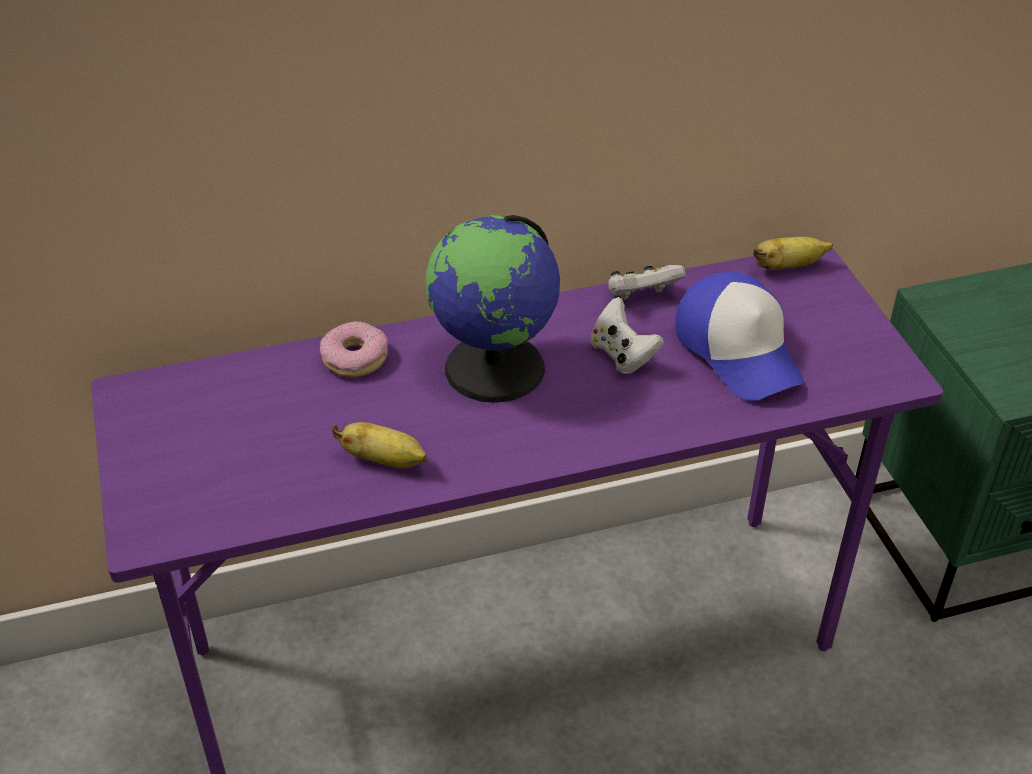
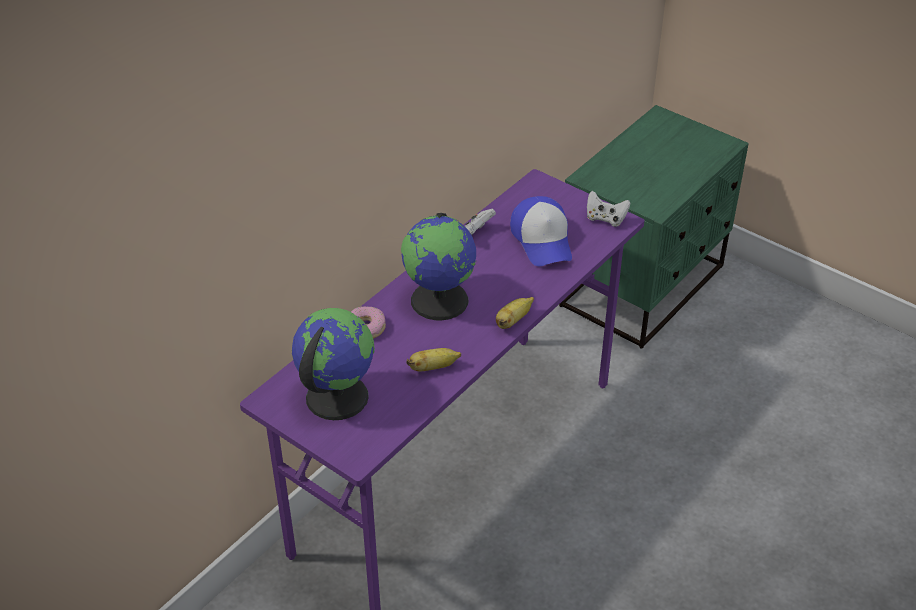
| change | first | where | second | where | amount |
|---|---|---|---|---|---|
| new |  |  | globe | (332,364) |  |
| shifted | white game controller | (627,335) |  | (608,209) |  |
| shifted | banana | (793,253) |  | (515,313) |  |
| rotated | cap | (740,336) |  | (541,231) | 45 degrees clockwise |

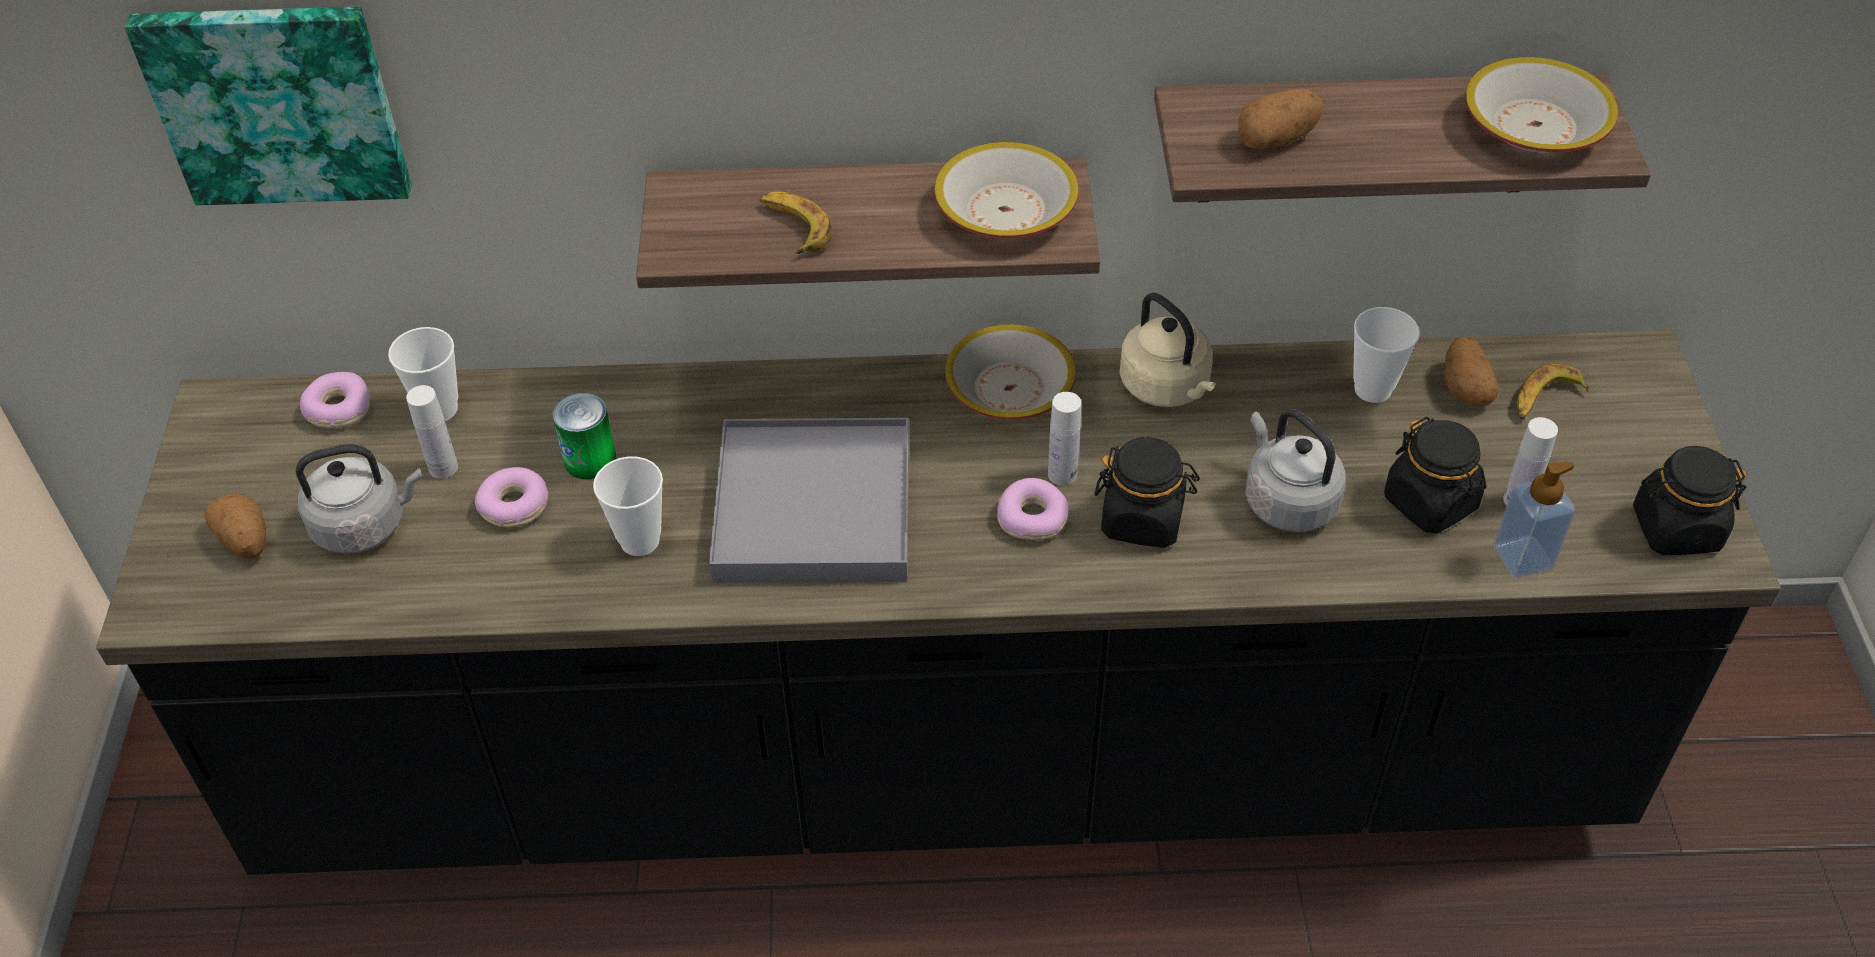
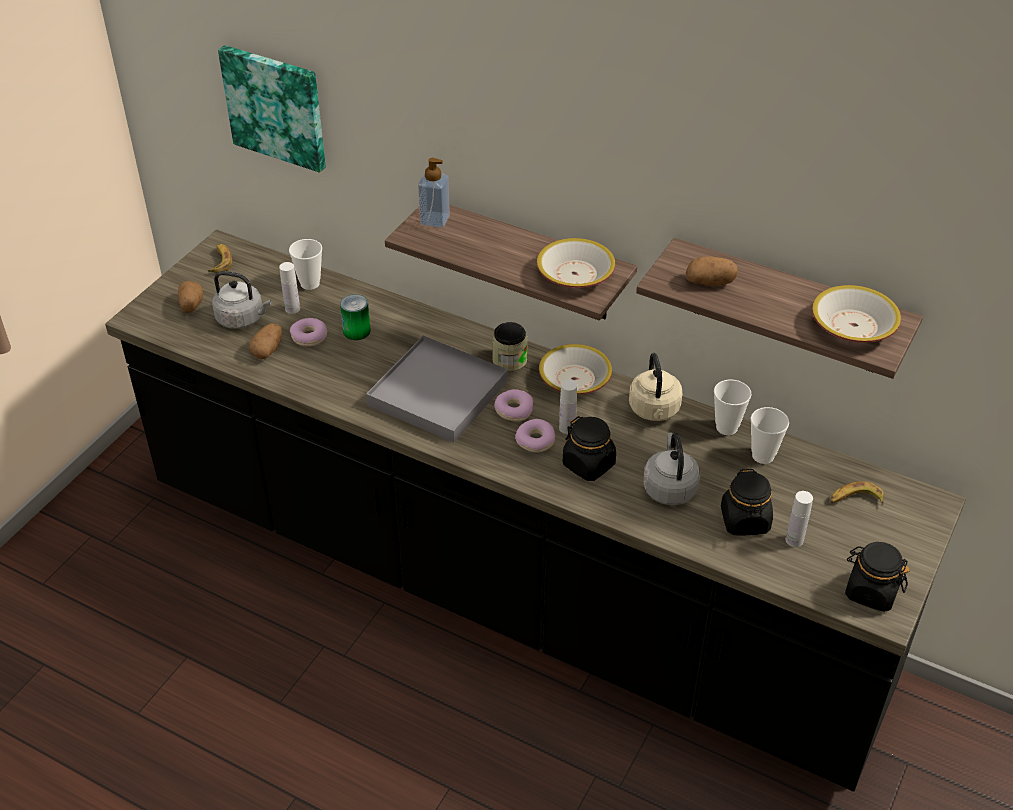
| change | first | where | second | where | amount |
|---|---|---|---|---|---|
| new |  |  | jar | (510,346) |  |
| shifted | donut | (335,400) |  | (513,405) |  |
| shifted | cup | (628,506) |  | (732,407) |  |
| shifted | banana | (796,223) |  | (219,258) |  |
| shifted | potato | (1471,371) |  | (265,341) |  |
| shifted | soap dispenser | (1534,519) |  | (434,193) |  |

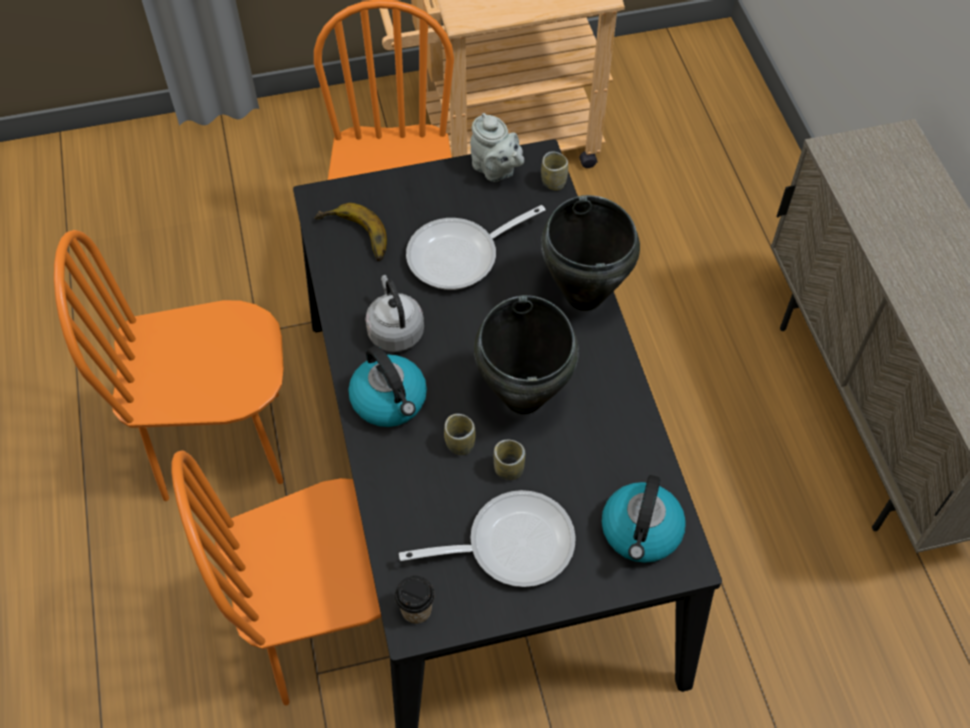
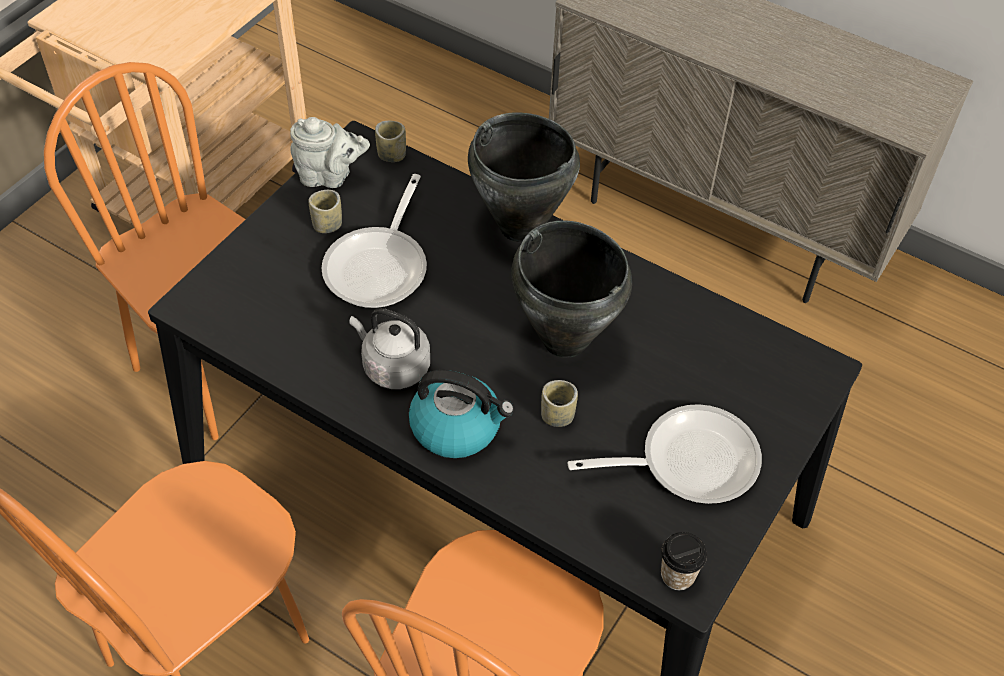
| change | first | where | second | where | amount |
|---|---|---|---|---|---|
| gone | banana | (351,232) |  |  |  |
| gone | kettle | (644,519) |  |  |  |
| shifted | cup | (509,460) |  | (325,211) |  |
| rotated | frying pan | (487,538) |  | (664,454) | 45 degrees clockwise |

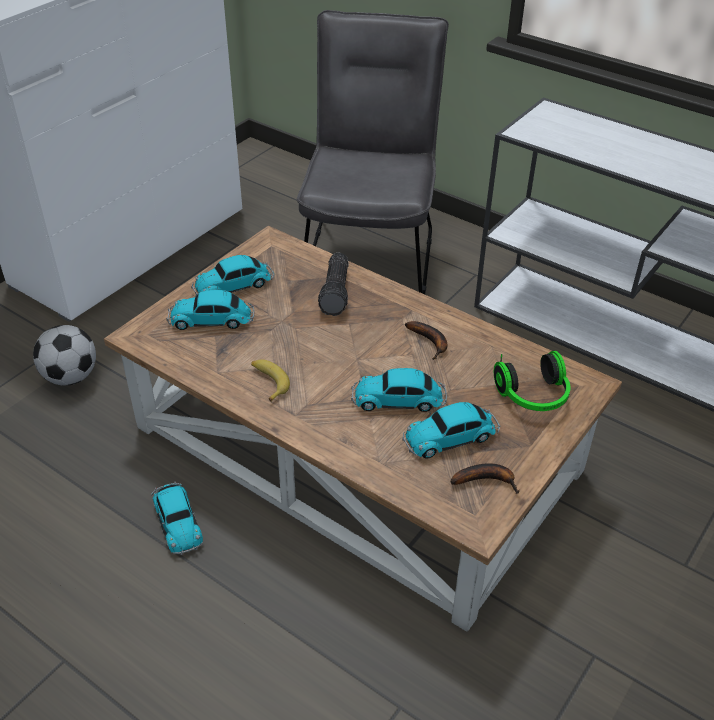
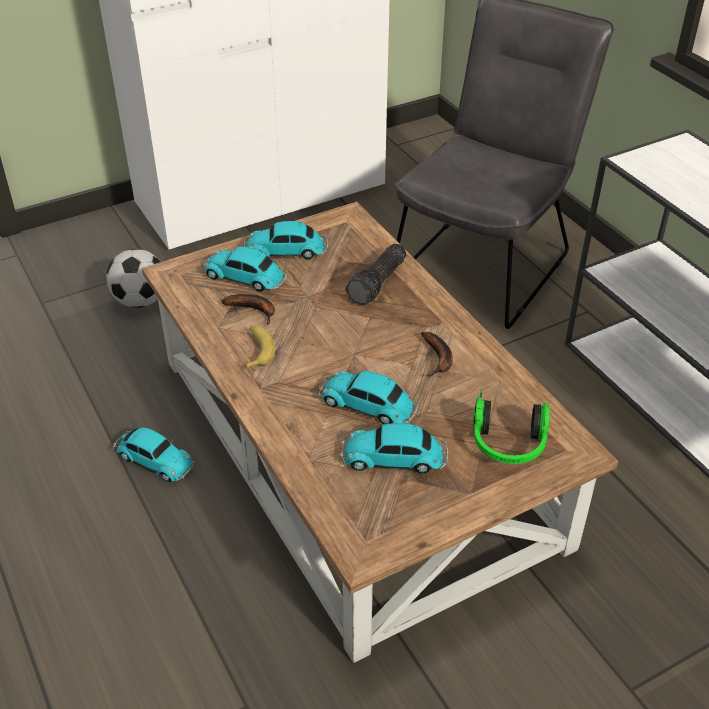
| change | first | where | second | where | amount |
|---|---|---|---|---|---|
| shifted | banana | (485,478) |  | (248,309) |  |
| rotated | toy car | (177,518) |  | (153,454) | 60 degrees counterclockwise |

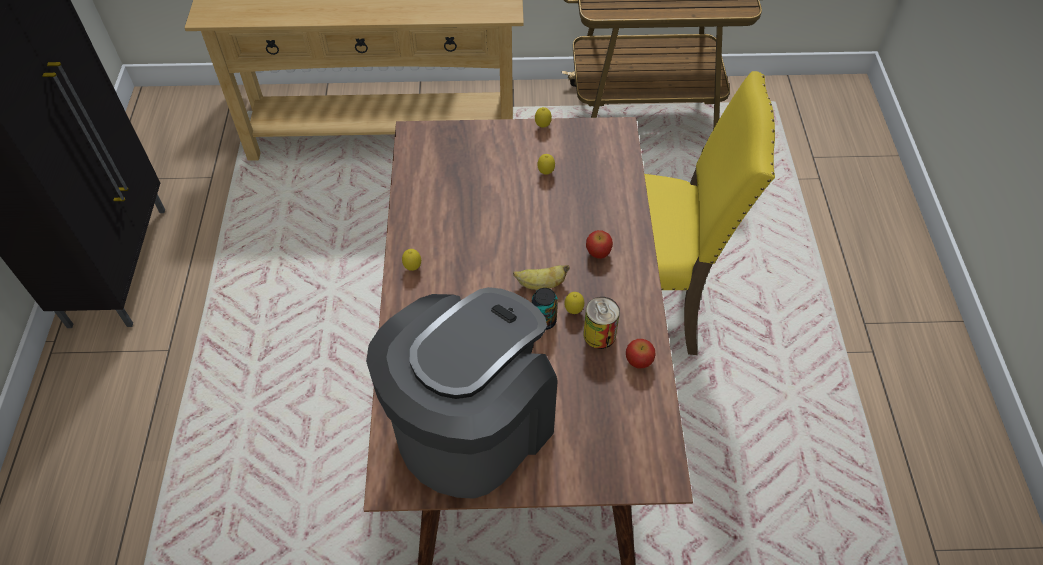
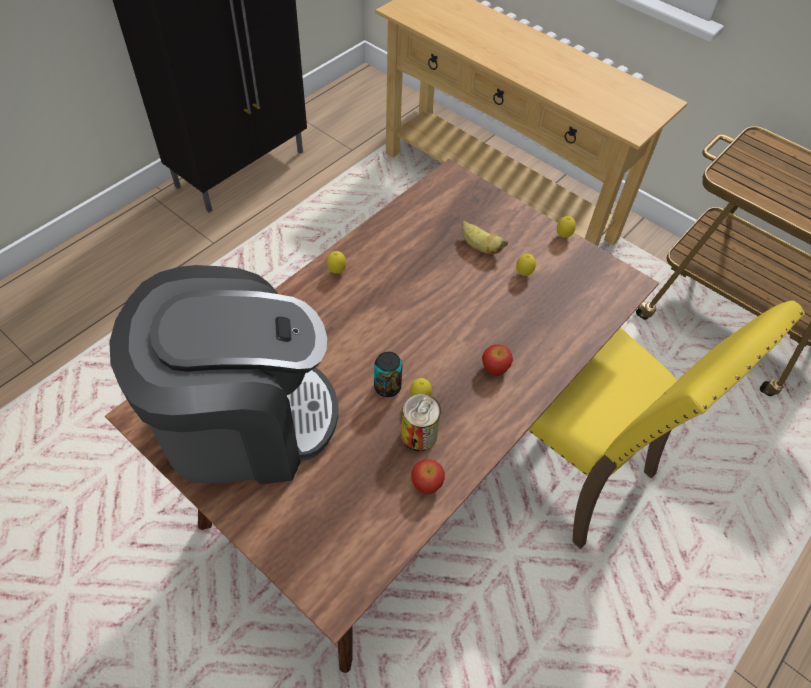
| change | first | where | second | where | amount |
|---|---|---|---|---|---|
| shifted | banana | (541,277) |  | (485,237) |  |

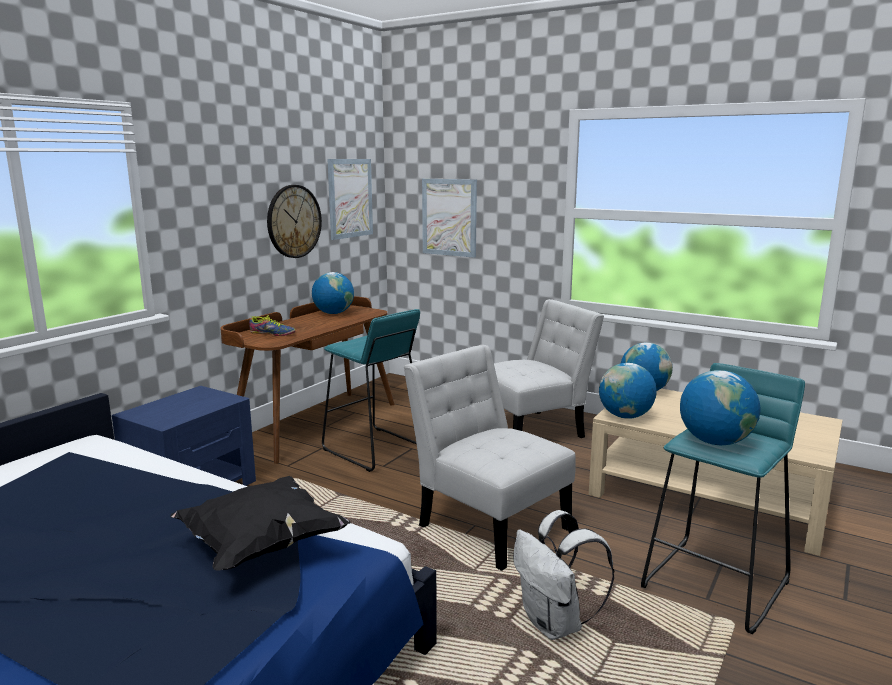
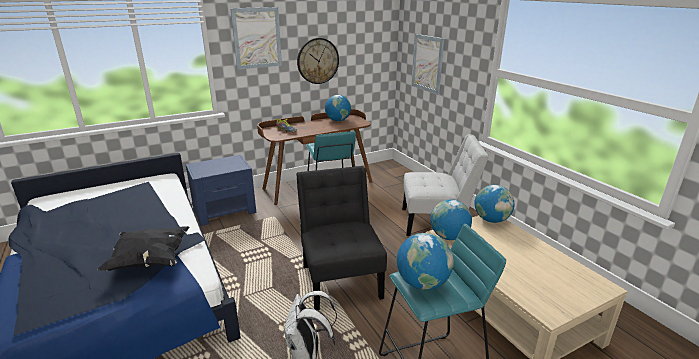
| change | first | where | second | where | amount |
|---|---|---|---|---|---|
| shifted | picture | (350,199) |  | (256,38) |  |
| repainted | white chair | (490,458) | black chair | (341,238) |  |

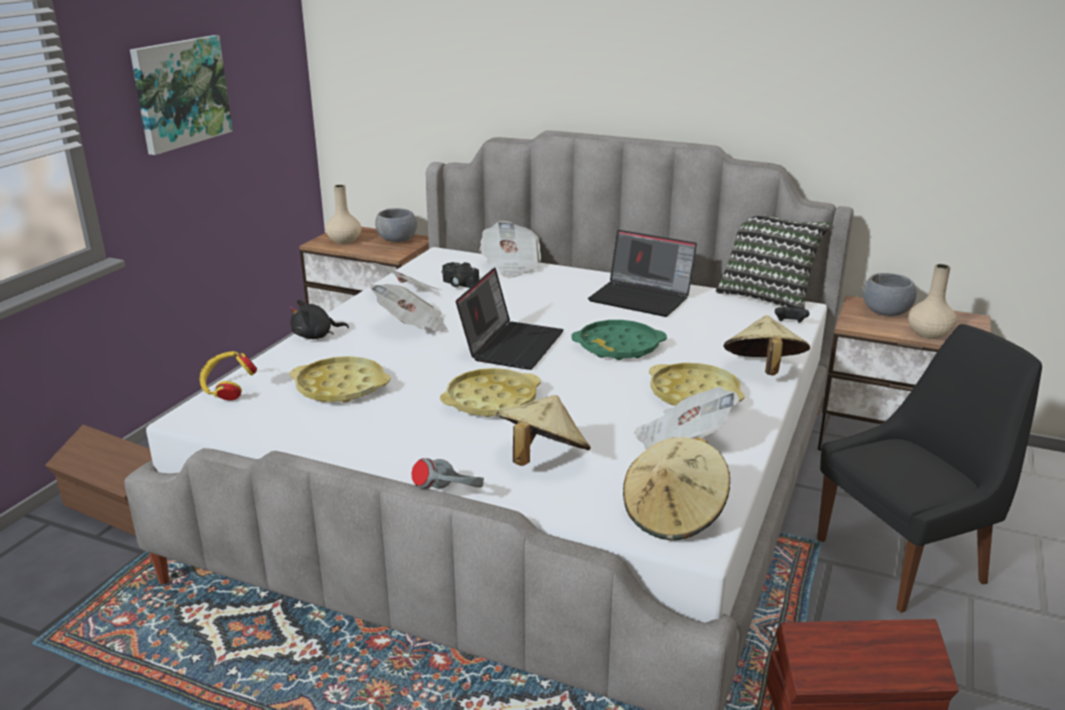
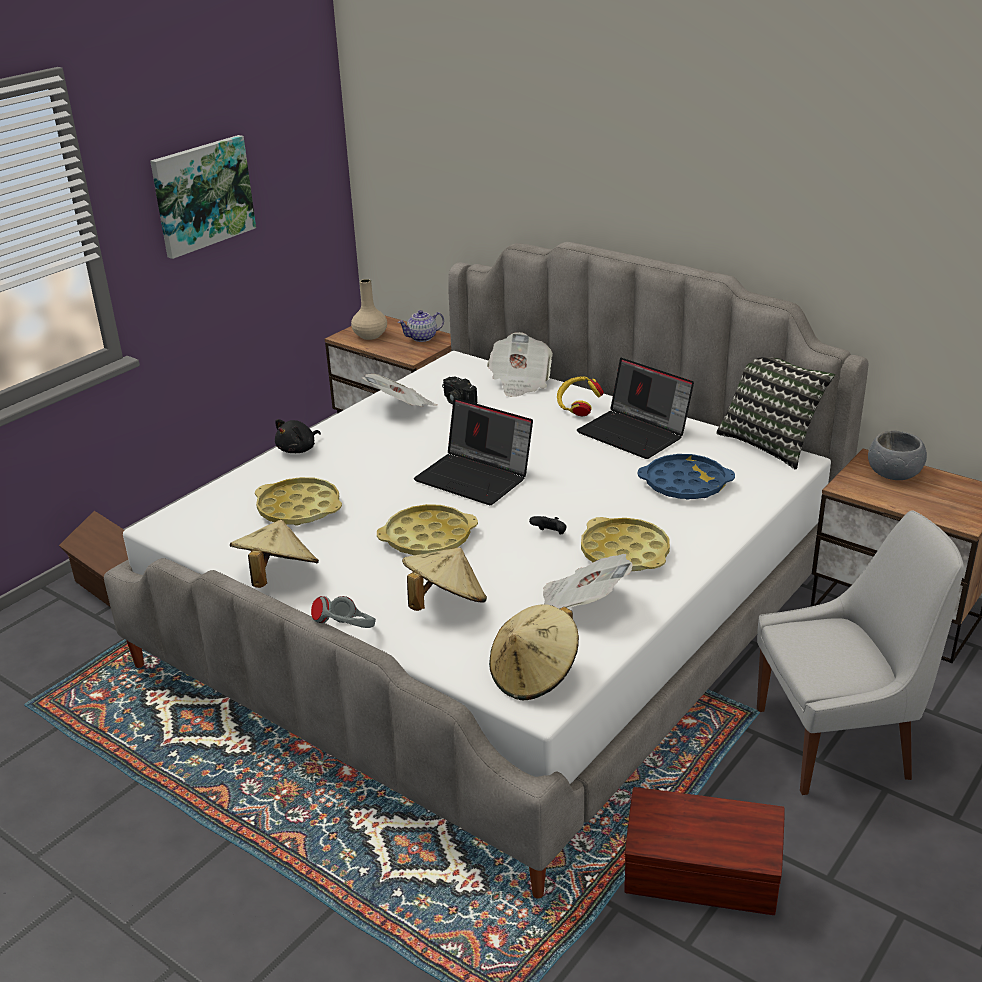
| change | first | where | second | where | amount |
|---|---|---|---|---|---|
| gone | newspaper | (409,308) |  |  |  |
| gone | green tray | (619,340) |  |  |  |
| gone | beige vase | (932,301) |  |  |  |
| new |  |  | blue tray | (686,477) |  |
| shifted | yellow headphones | (228,376) |  | (580,396) |  |
| shifted | beige hat | (767,345) |  | (274,554) |  |
| shifted | black game controller | (792,315) |  | (548,525) |  |
| swapped | grey bowl | (396,225) | teapot | (421,326) |  |
| repainted | black chair | (929,468) | white chair | (860,652) |  |
| rotated | black plush toy | (319,319) |  | (298,436) | 45 degrees counterclockwise |
| rotated | laptop | (510,319) |  | (473,451) | 90 degrees clockwise |

